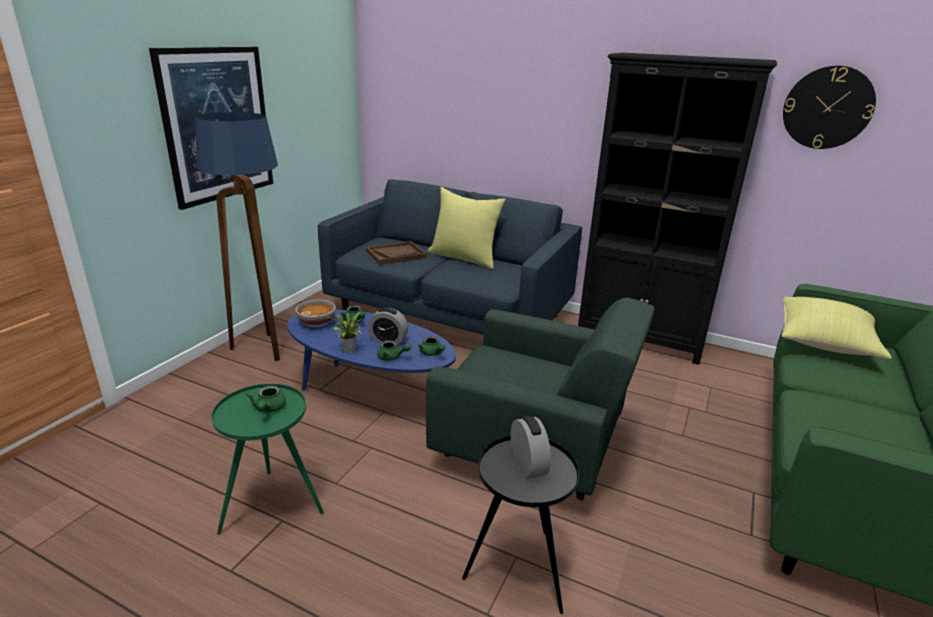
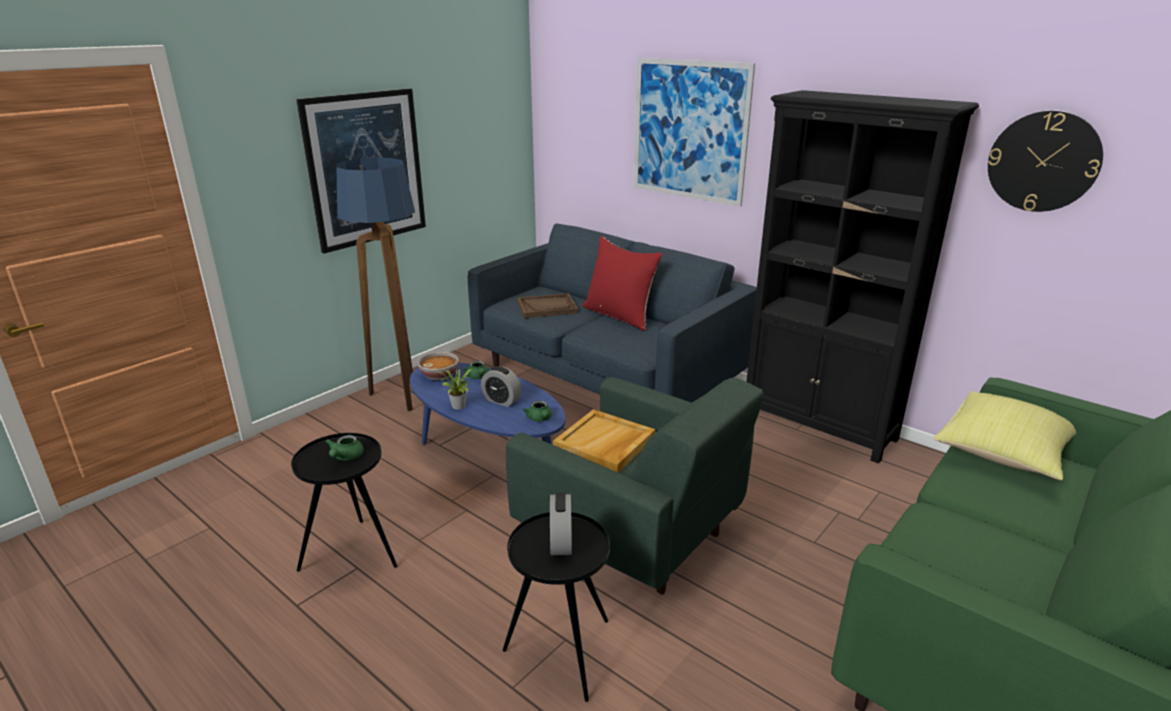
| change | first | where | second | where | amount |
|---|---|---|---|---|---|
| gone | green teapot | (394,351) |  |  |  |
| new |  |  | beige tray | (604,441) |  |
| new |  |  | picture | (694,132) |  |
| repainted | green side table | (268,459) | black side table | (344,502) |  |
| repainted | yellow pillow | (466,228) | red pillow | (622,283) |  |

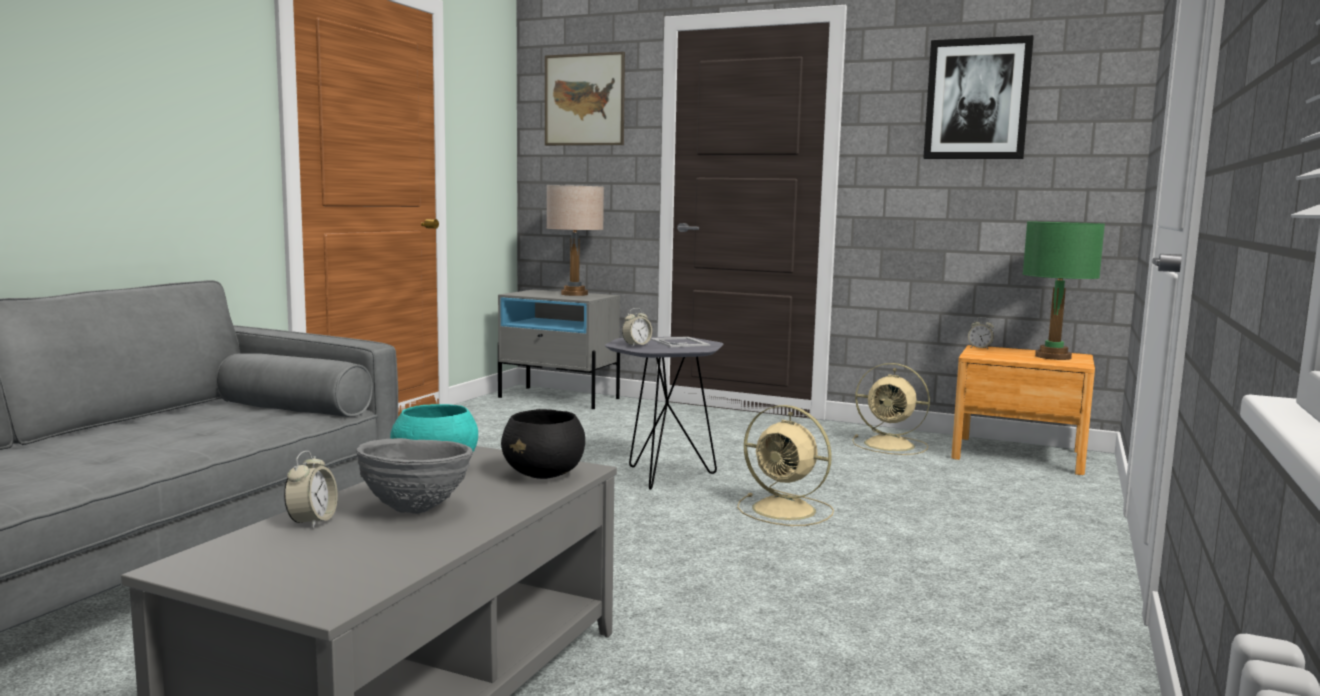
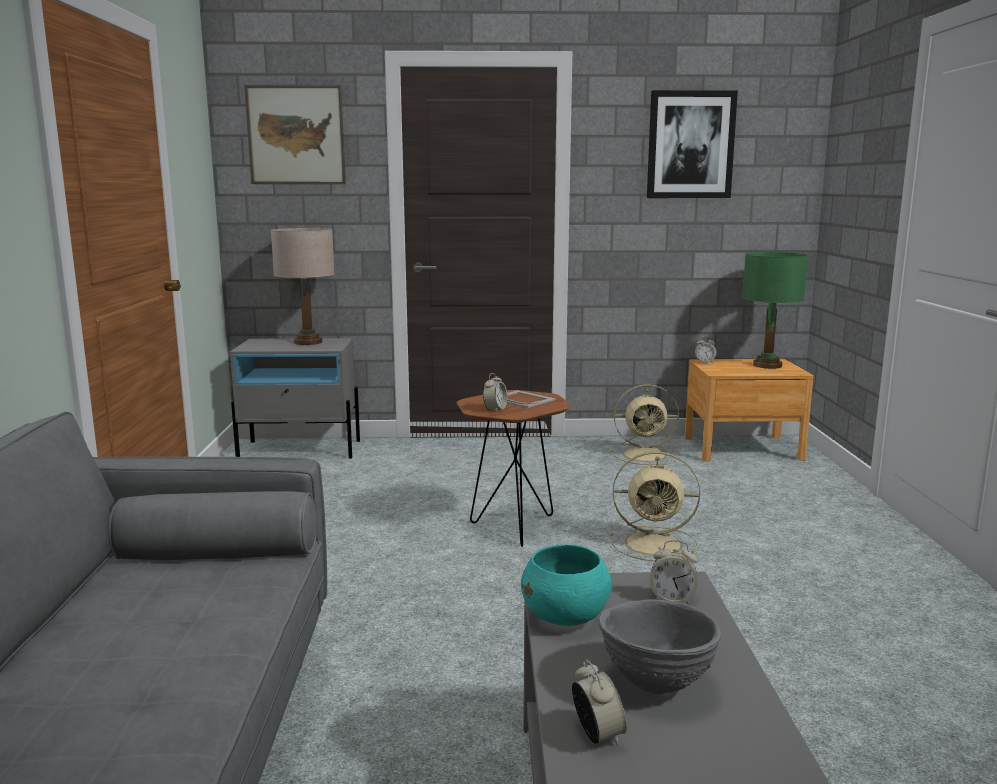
| change | first | where | second | where | amount |
|---|---|---|---|---|---|
| swapped | black bowl | (543,444) | alarm clock | (674,572) |  |
| repainted | grey side table | (664,413) | brown side table | (514,468) |  |

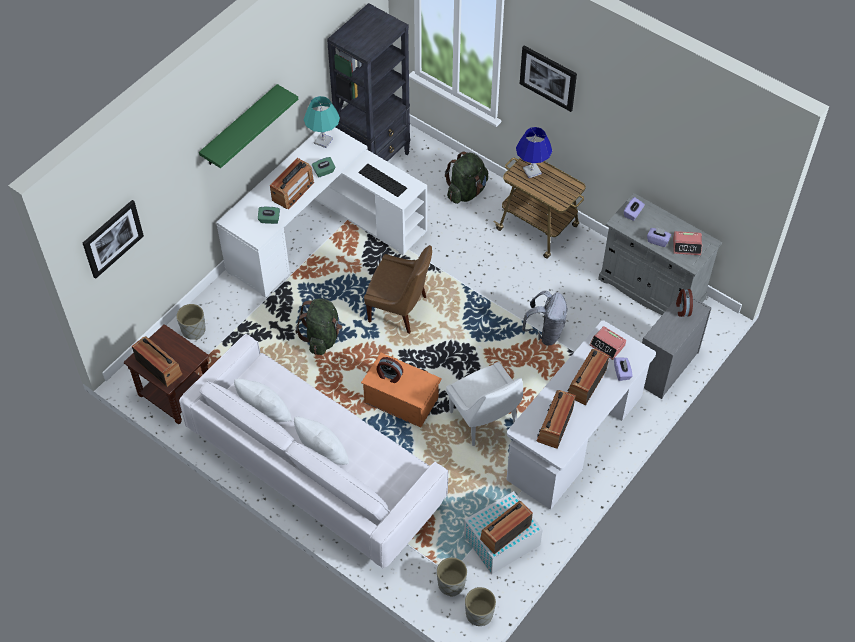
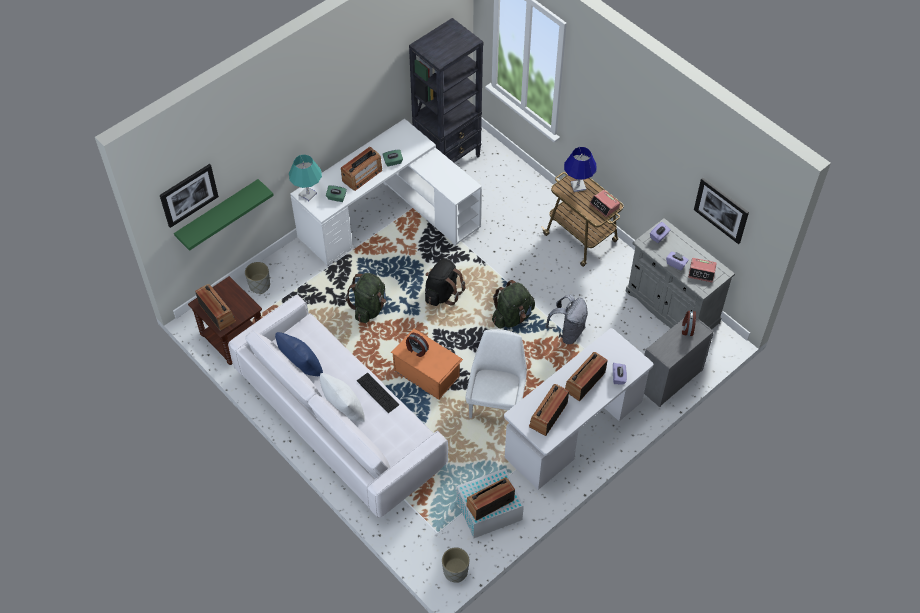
| change | first | where | second | where | amount |
|---|---|---|---|---|---|
| gone | grey planter | (452,577) |  |  |  |
| shifted | green shelf | (248,126) |  | (224,215) |  |
| shifted | turquoise table lamp | (322,122) |  | (305,178) |  |
| shifted | keyboard | (382,180) |  | (378,393) |  |
| shifted | green backpack | (466,177) |  | (513,304) |  |
| shifted | picture | (548,79) |  | (721,211) |  |
| shifted | alarm clock | (608,343) |  | (604,203) |  |
| swapped | brown chair | (398,289) | black backpack | (445,282) |  |
| repainted | white pillow | (263,400) | blue pillow | (299,354) |  |
| rotated | white chair | (484,404) |  | (496,373) | 150 degrees counterclockwise |

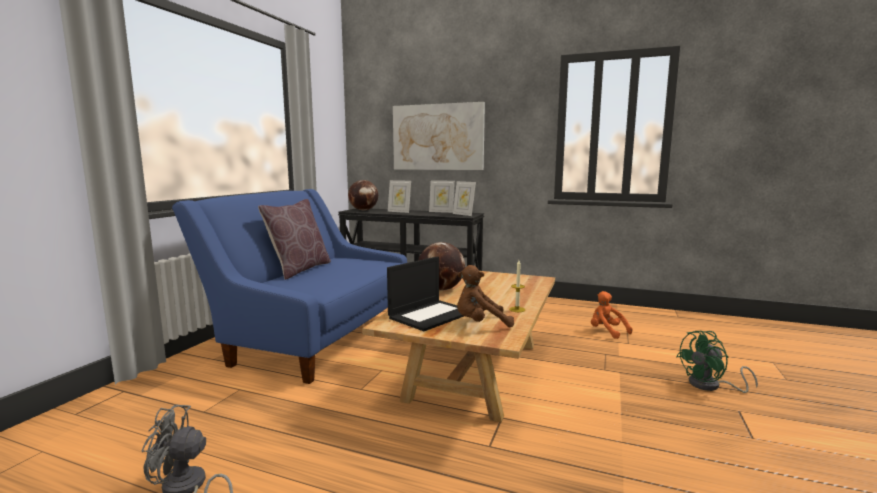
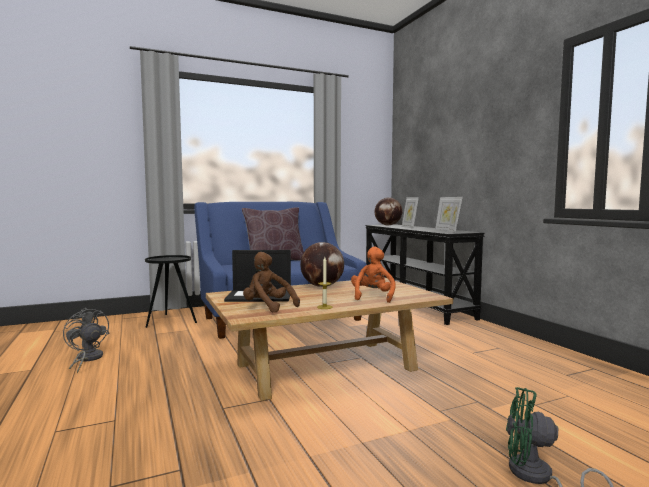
| change | first | where | second | where | amount |
|---|---|---|---|---|---|
| gone | picture | (439,136) |  |  |  |
| new |  |  | black side table | (171,291) |  |
| shifted | orange plush toy | (611,315) |  | (373,275) |  |

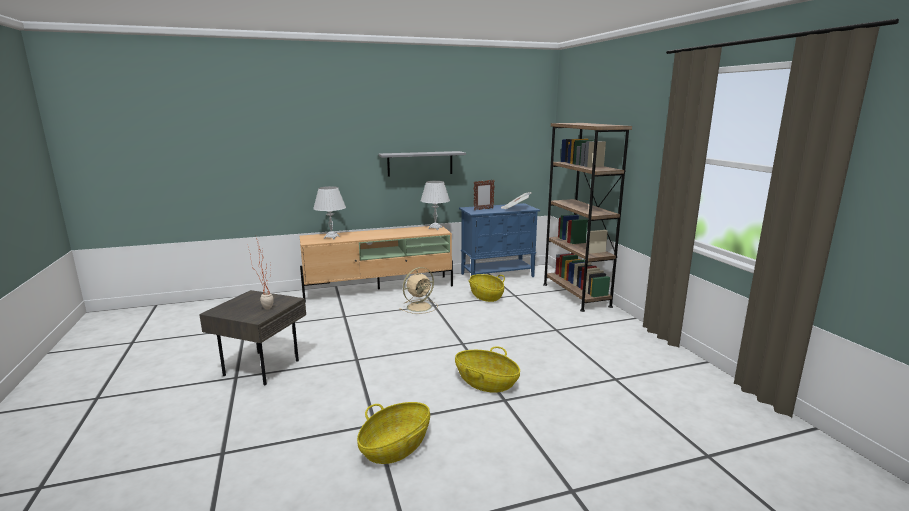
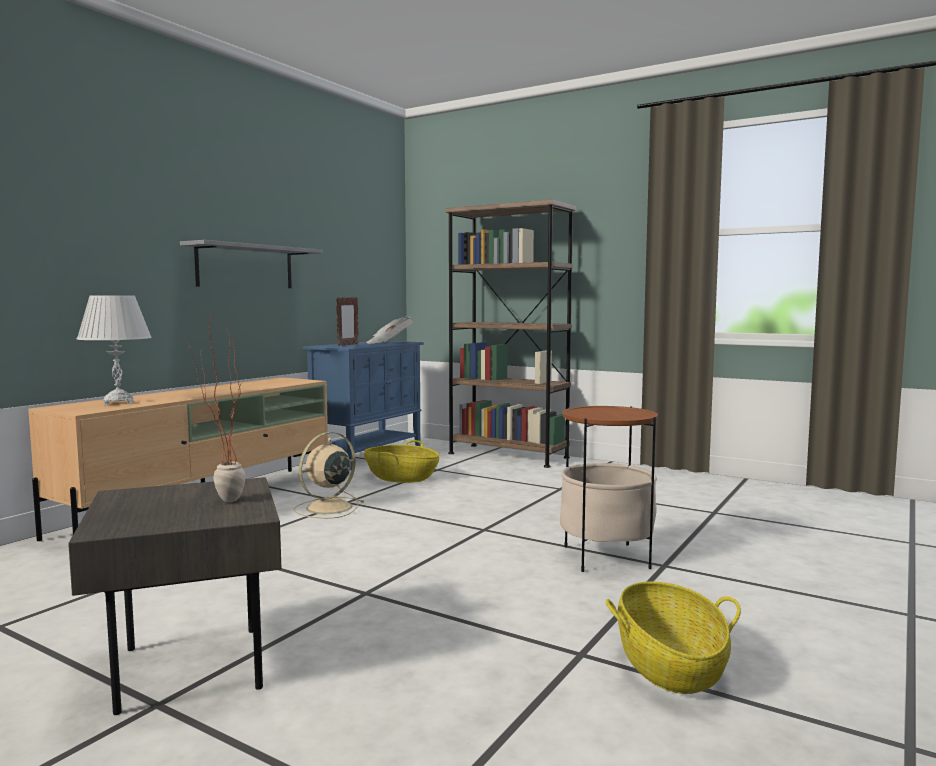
| change | first | where | second | where | amount |
|---|---|---|---|---|---|
| gone | white table lamp | (435,205) |  |  |  |
| swapped | basket | (487,369) | side table | (609,489) |  |
| rotated | beige fan | (419,290) |  | (329,475) | 150 degrees counterclockwise |

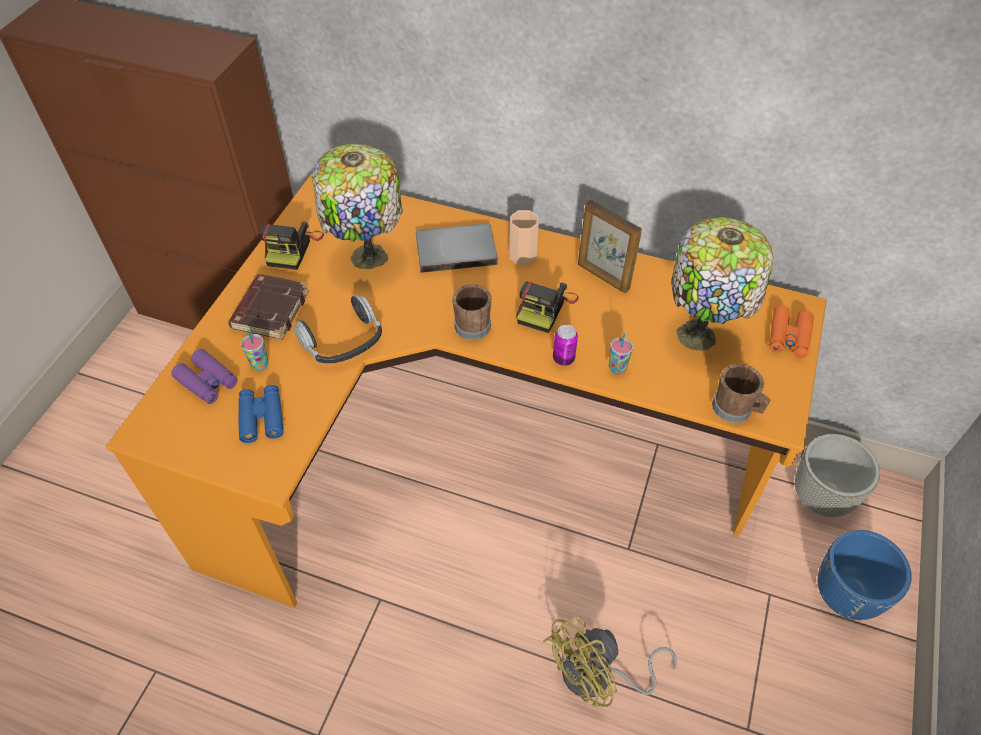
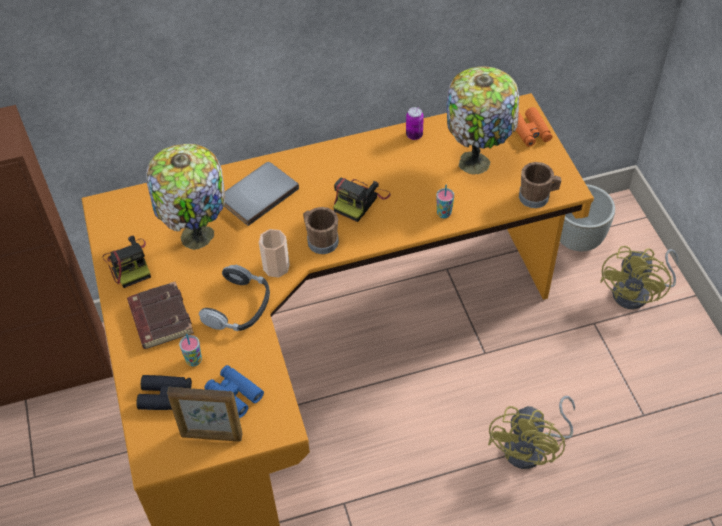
| change | first | where | second | where | amount |
|---|---|---|---|---|---|
| shifted | cup | (524,237) |  | (274,253) |  |
| shifted | can | (565,345) |  | (415,123) |  |
| shifted | picture frame | (610,246) |  | (205,414) |  |
| swapped | blue planter | (865,575) | yellow fan | (639,277) |  |
| repainted | purple binoculars | (204,376) | black binoculars | (164,392) |  |
| rotated | photo camera | (547,307) |  | (362,200) | 45 degrees clockwise |

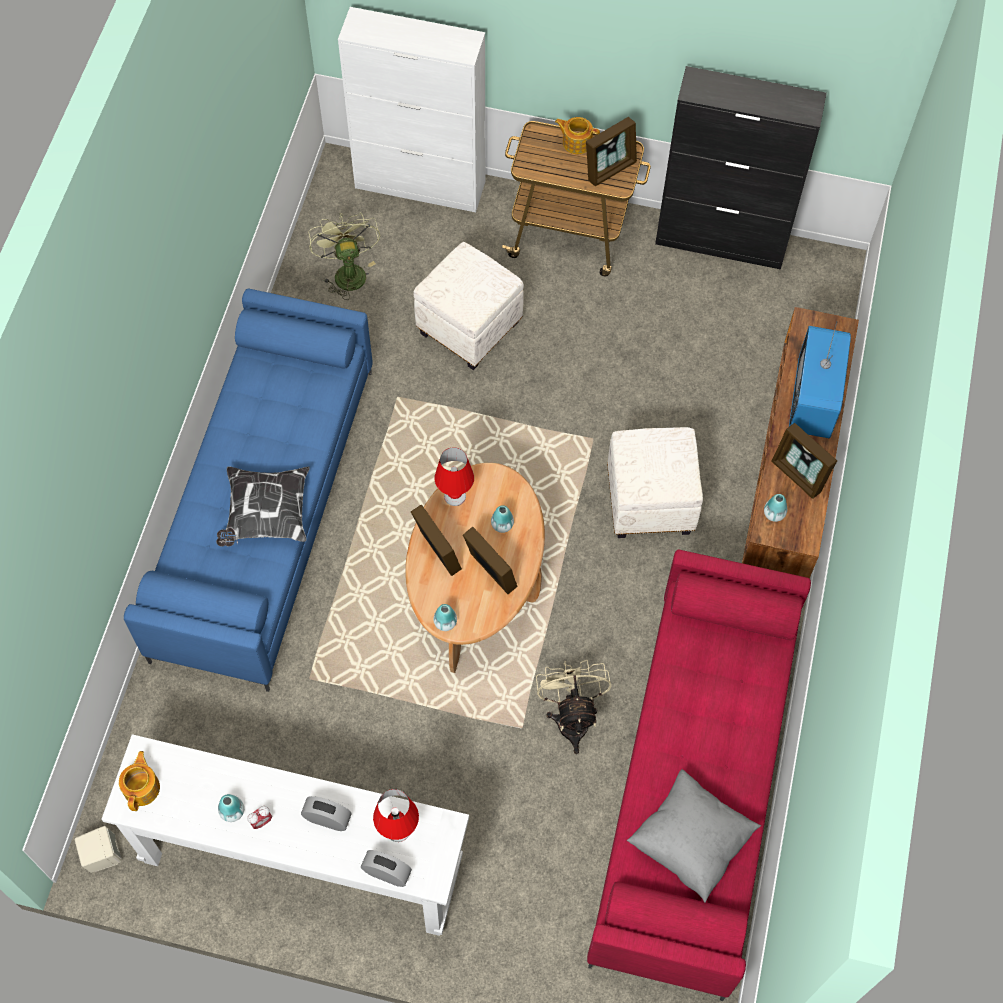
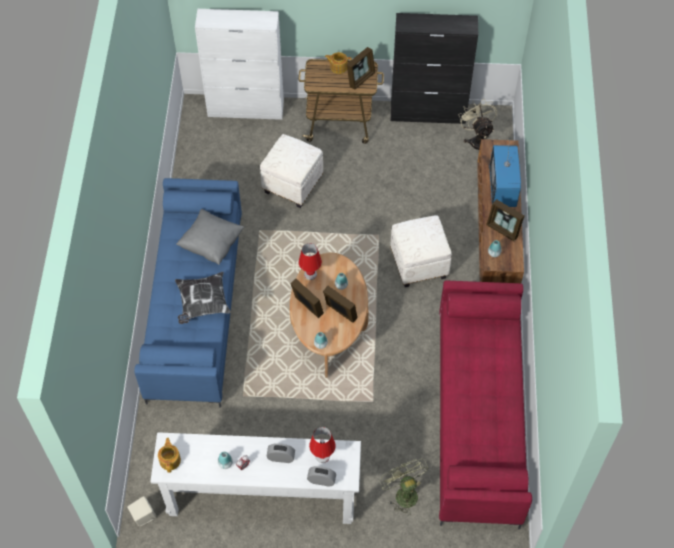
| change | first | where | second | where | amount |
|---|---|---|---|---|---|
| shifted | green fan | (344,256) |  | (404,487) |  |
| shifted | beige fan | (573,707) |  | (478,124) |  |
| shifted | grey pillow | (694,836) |  | (210,237) |  |

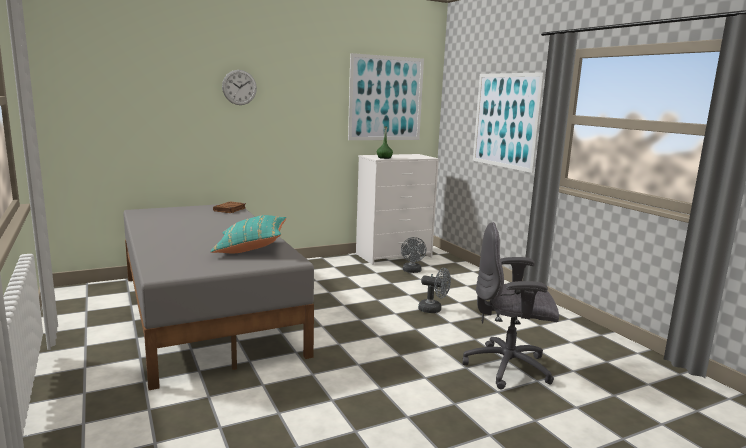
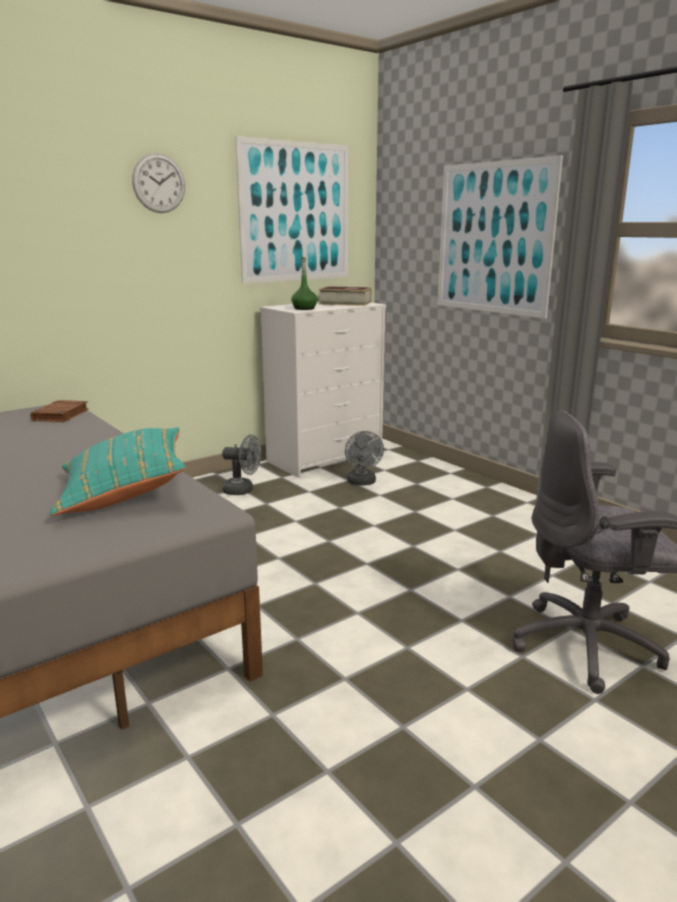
| change | first | where | second | where | amount |
|---|---|---|---|---|---|
| new |  |  | book | (345,296) |  |
| shifted | wall clock | (239,87) |  | (158,183) |  |
| shifted | grey fan | (434,290) |  | (241,464) |  |

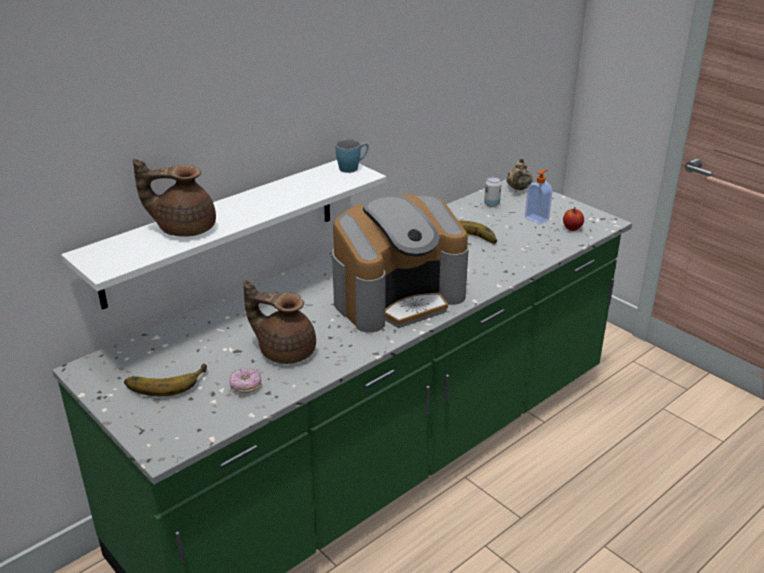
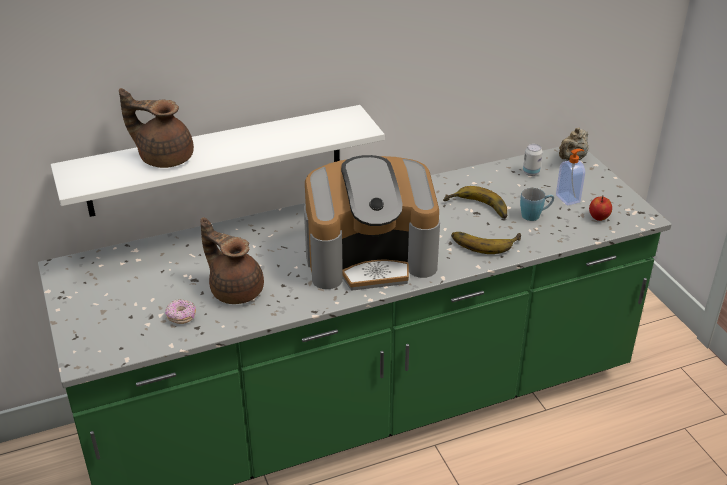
| change | first | where | second | where | amount |
|---|---|---|---|---|---|
| shifted | banana | (165,380) |  | (486,243) |  |
| shifted | blue mug | (352,156) |  | (537,204) |  |

